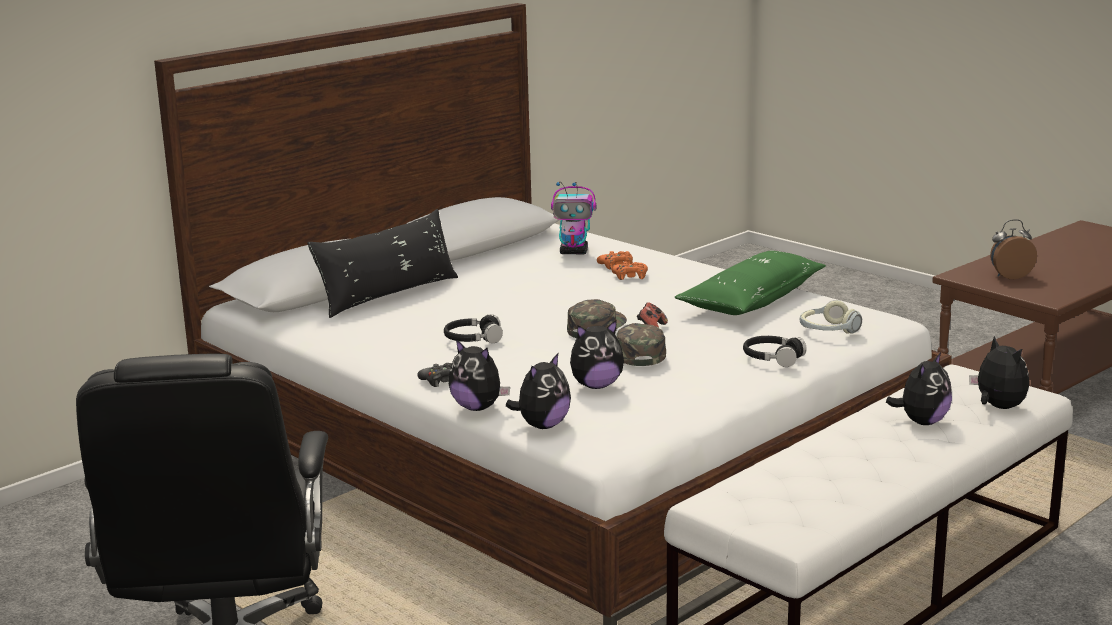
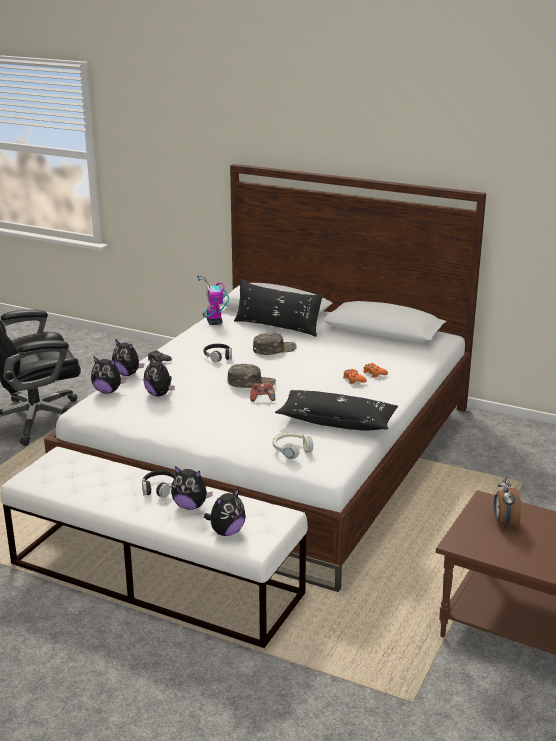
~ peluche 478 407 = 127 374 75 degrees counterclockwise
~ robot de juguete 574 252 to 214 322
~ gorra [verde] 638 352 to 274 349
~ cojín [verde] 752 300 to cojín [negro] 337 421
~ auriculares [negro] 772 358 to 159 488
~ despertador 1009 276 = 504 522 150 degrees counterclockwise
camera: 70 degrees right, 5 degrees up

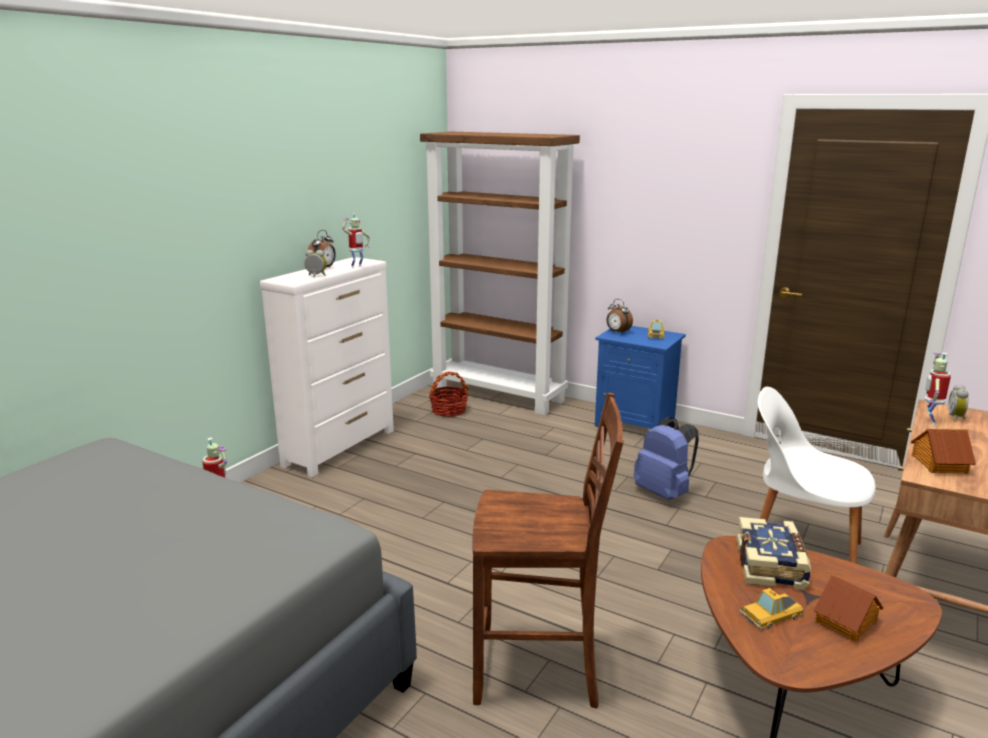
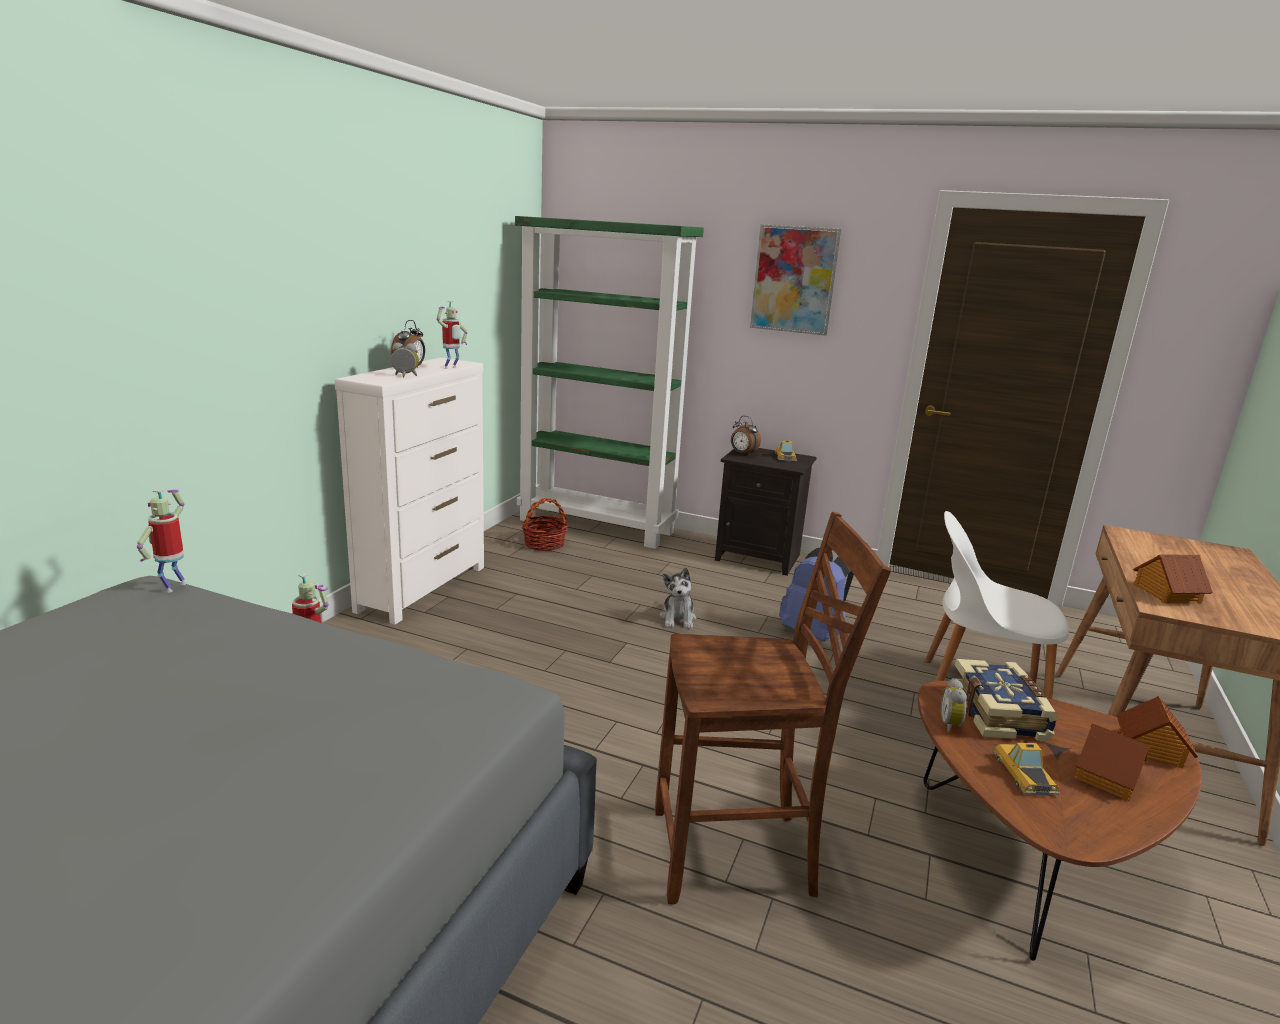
~ estantería [marrón] 499 395 to estantería [verde] 598 526
~ mesita de noche [azul] 636 424 to mesita de noche [negro] 759 557
~ coche de juguete 770 615 = 1023 773 120 degrees clockwise
~ robot de juguete 929 421 to 173 586
~ despertador 956 418 to 951 726
+ peluche 678 618
+ cuadro 794 280
+ casita 1150 749
camera: 10 degrees left, 0 degrees up

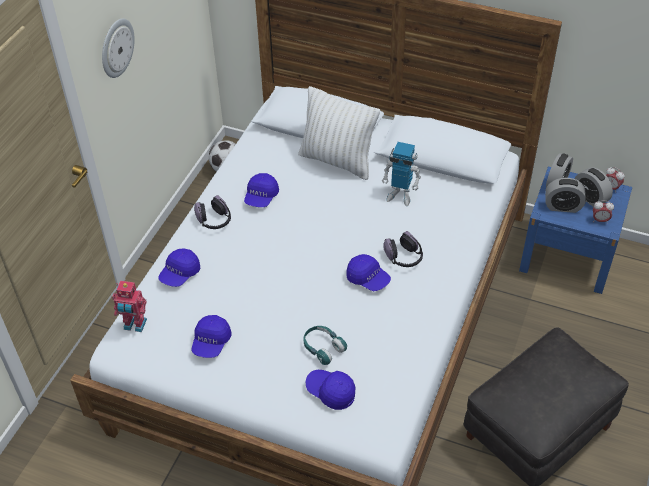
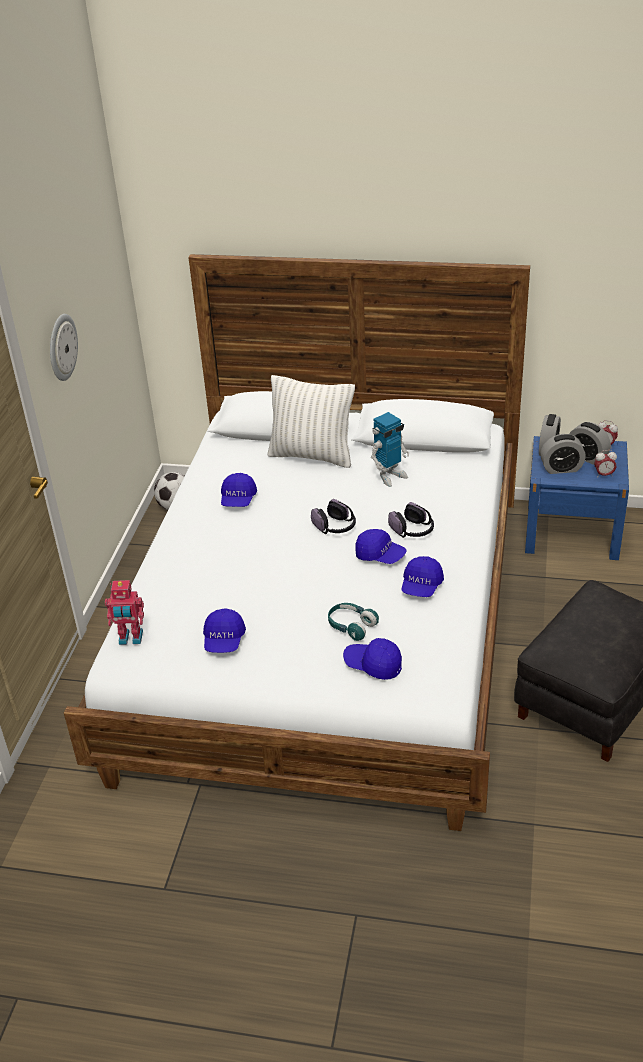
~ gorra [azul] 180 274 to 421 586
~ auriculares 214 221 to 335 527
~ robot de juguete 400 195 = 390 476 45 degrees counterclockwise
camera: 10 degrees left, 10 degrees down

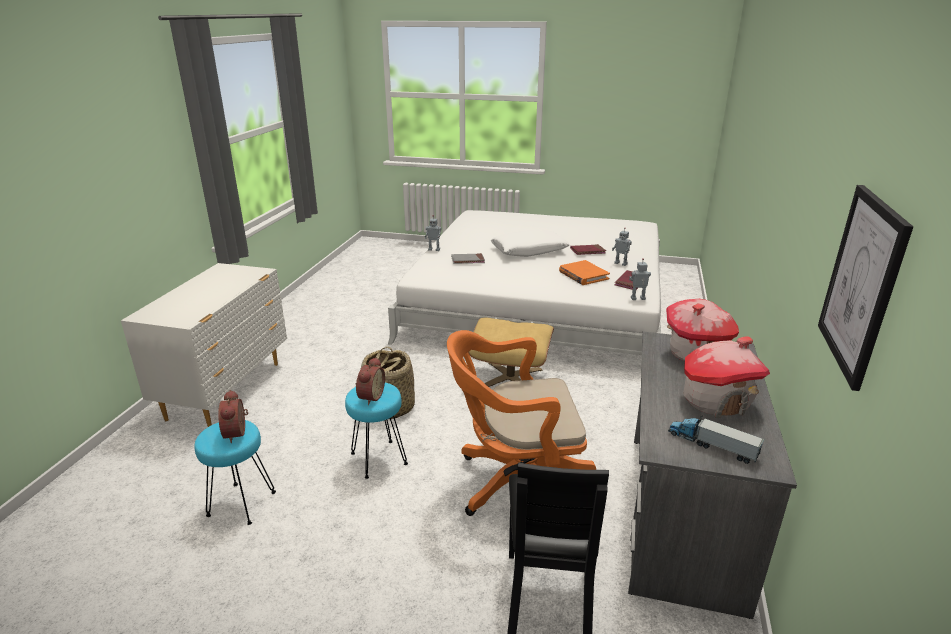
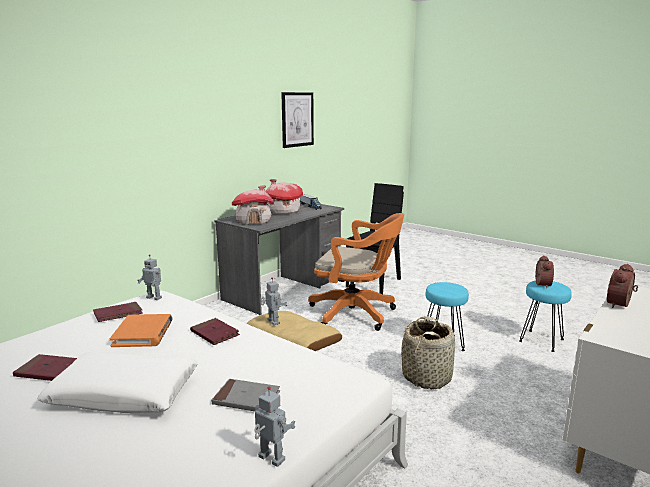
~ despertador 370 397 to 620 304
~ robot de juguete 621 263 to 272 322
+ libro [rojo] 214 334
camera: 155 degrees left, 10 degrees down

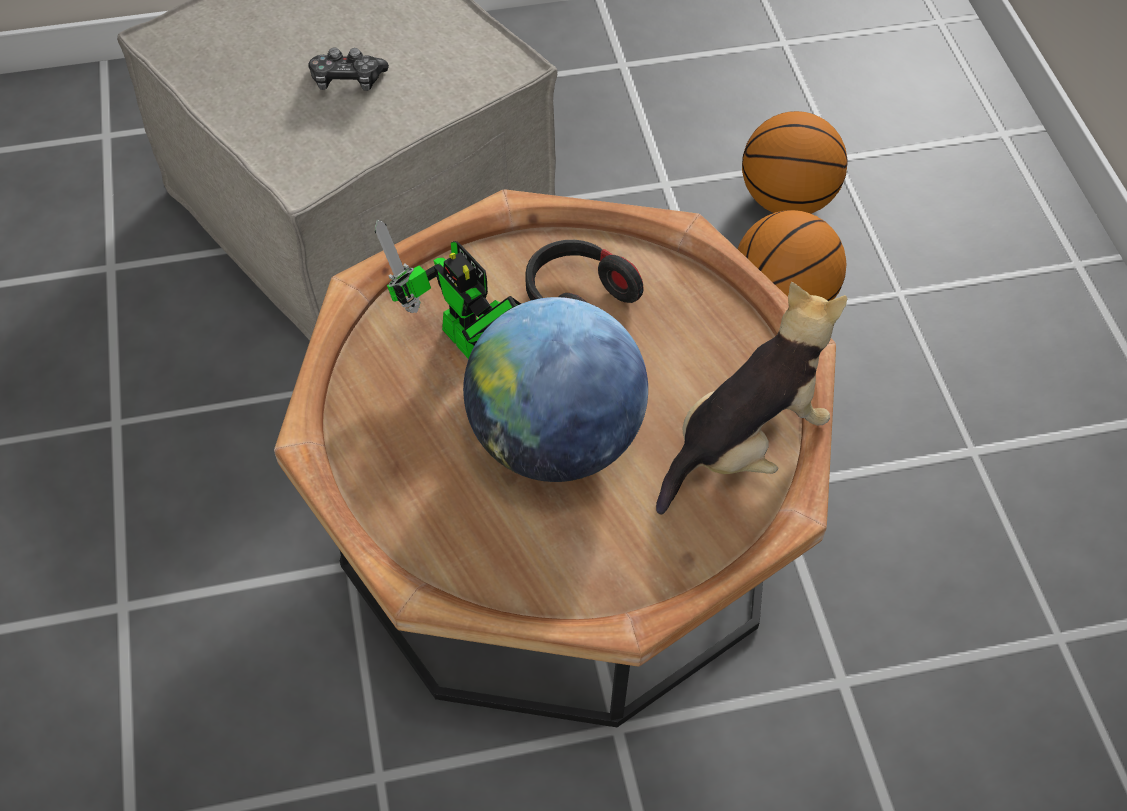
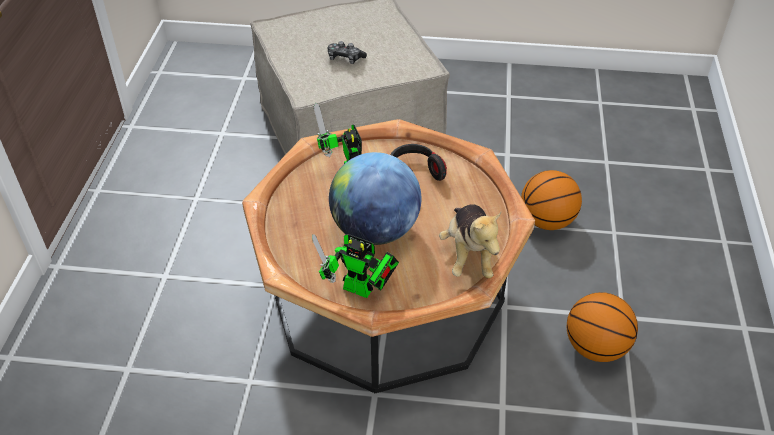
~ peluche 744 444 = 468 254 105 degrees clockwise
~ balón de baloncesto 787 201 to 595 348
+ robot de juguete 362 290
camera: 20 degrees right, 10 degrees down

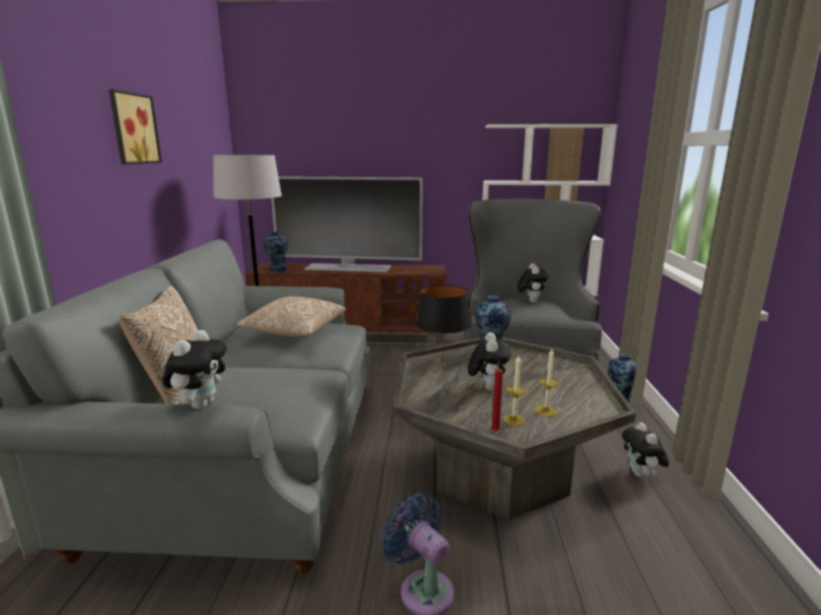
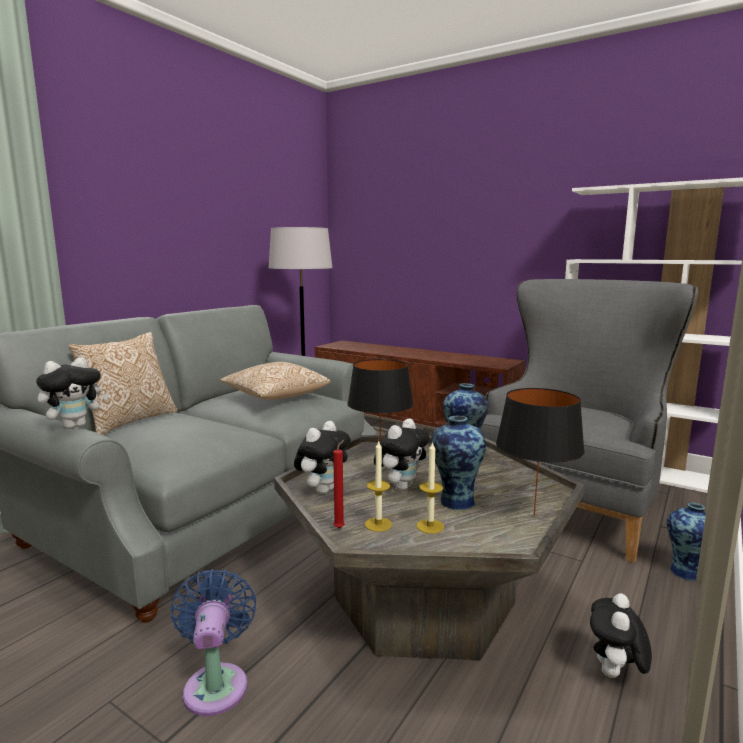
- cuadro 132 129
~ florero 277 270 to 455 501
- televisor 348 268
~ peluche 530 301 to 323 490
+ lámpara de mesa [negro] 534 517
camera: 30 degrees right, 5 degrees down

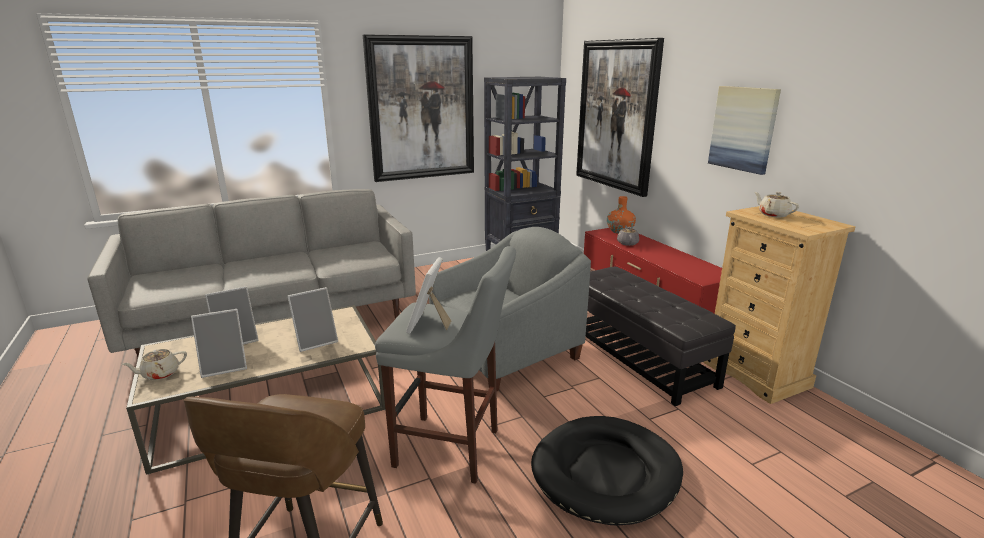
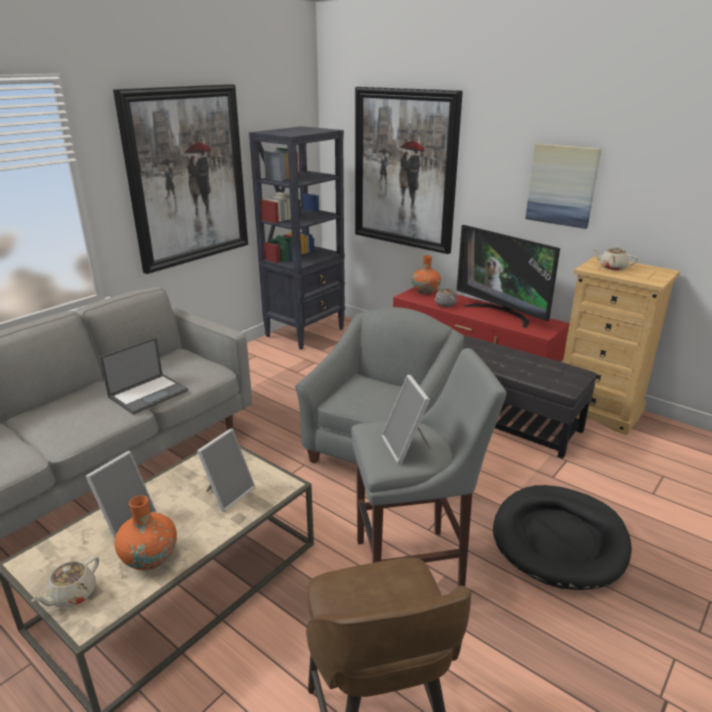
~ portarretratos 225 366 to florero [naranja] 150 558
+ portátil 149 393
+ televisor 502 313
camera: 25 degrees left, 5 degrees up

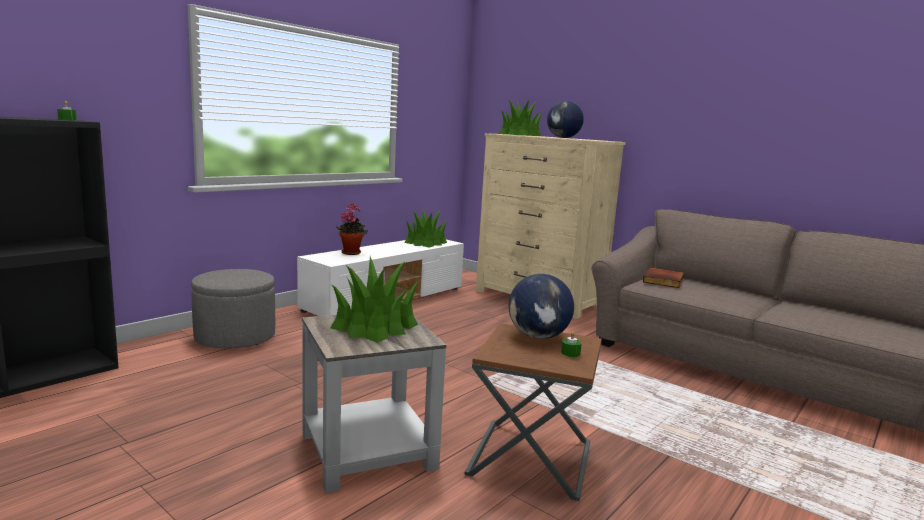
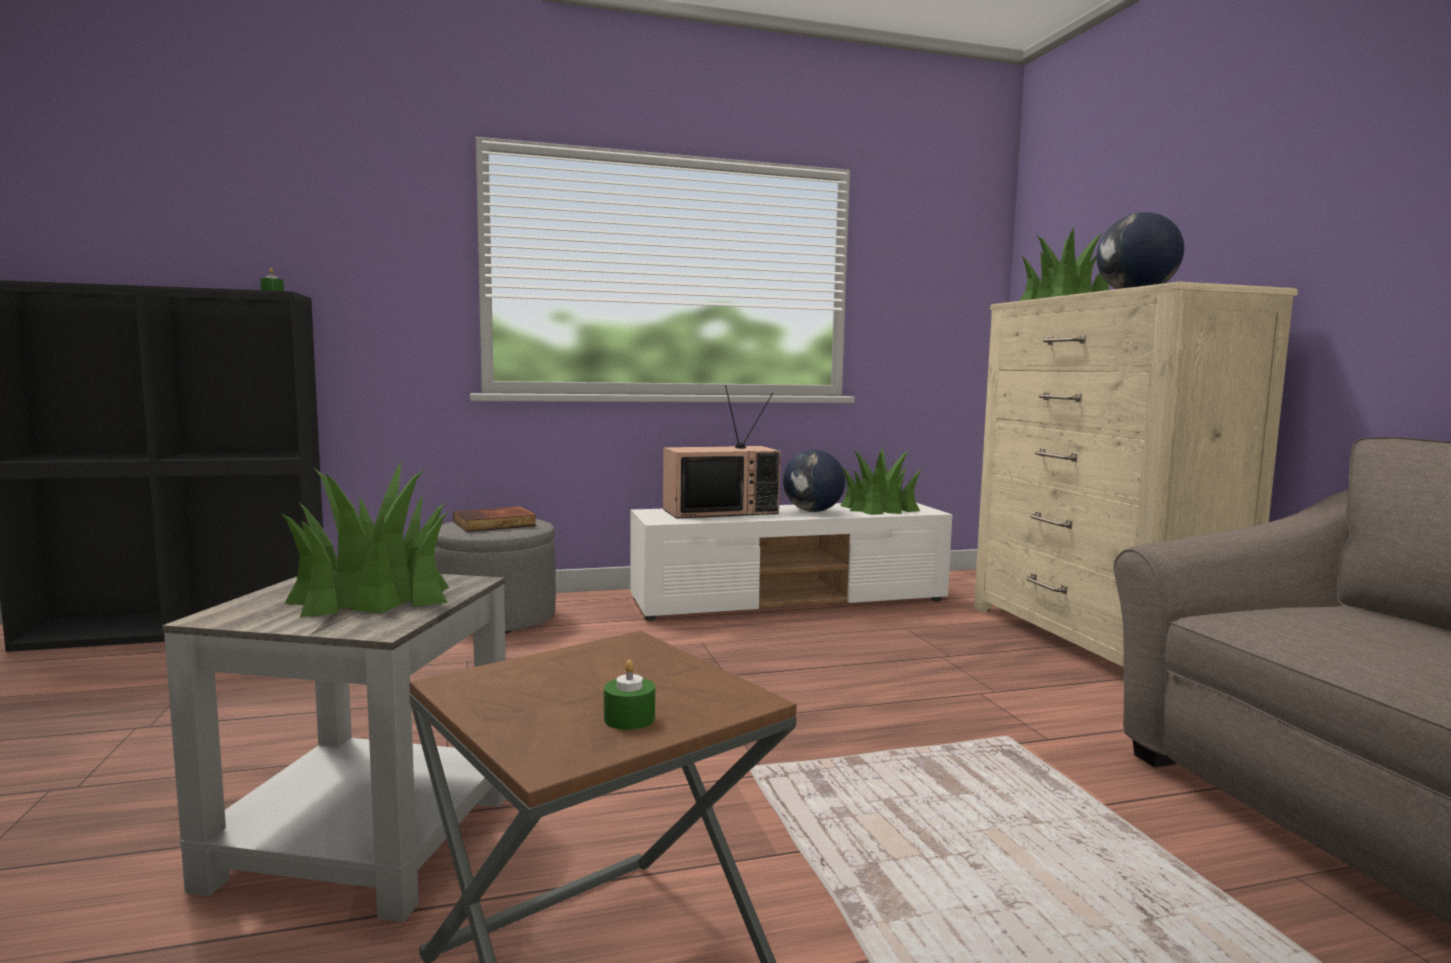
~ planta en maceta 351 252 to televisor 721 511
~ globo terráqueo 538 337 to 813 511
~ libro 664 281 to 494 524
camera: 35 degrees right, 5 degrees down

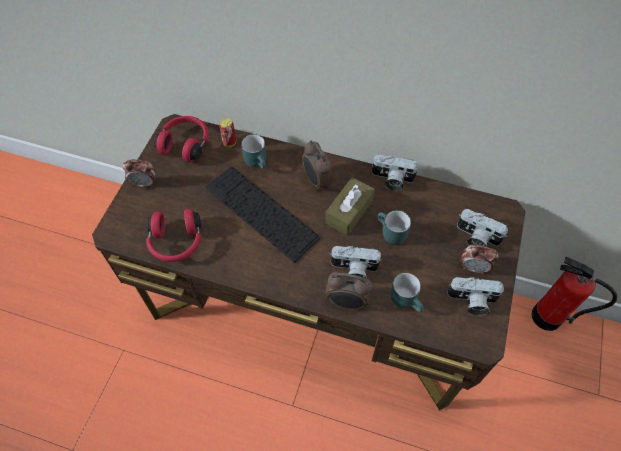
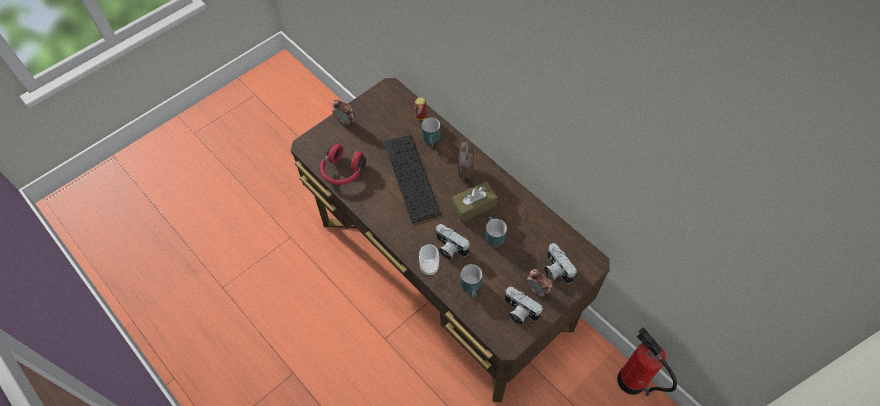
- auriculares [rojo] 186 144
~ despertador 346 302 to taza 429 267
- cámara 391 180
camera: 30 degrees right, 0 degrees up

